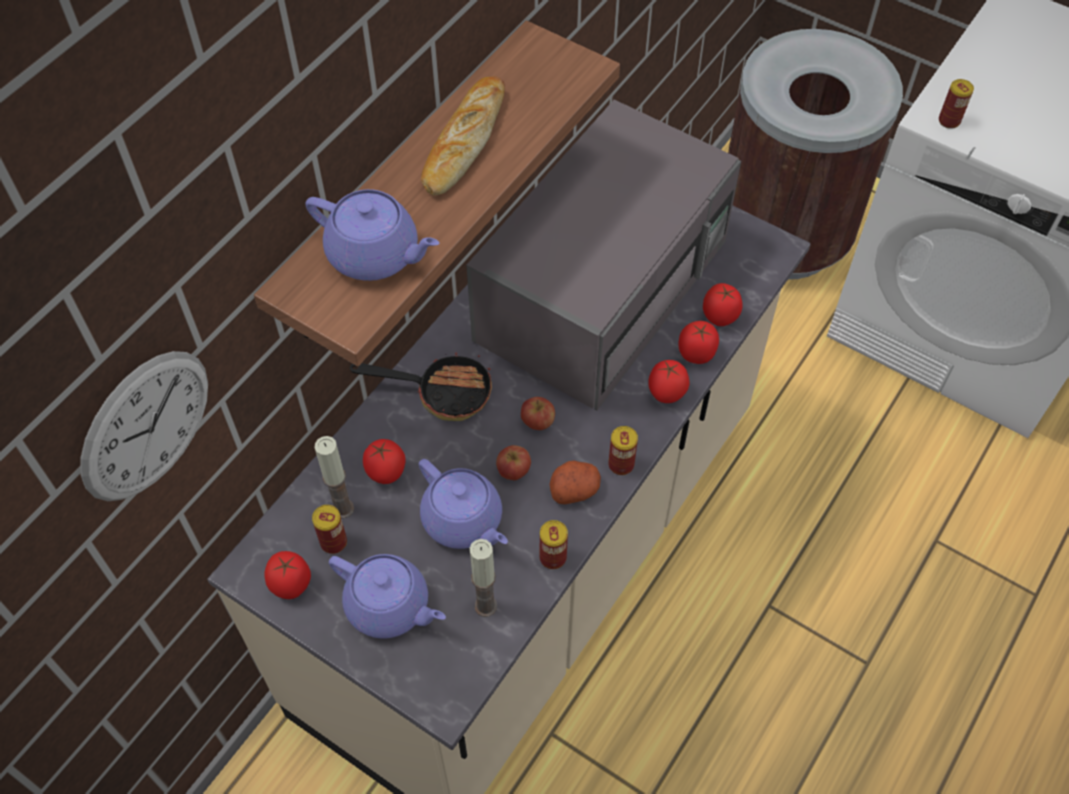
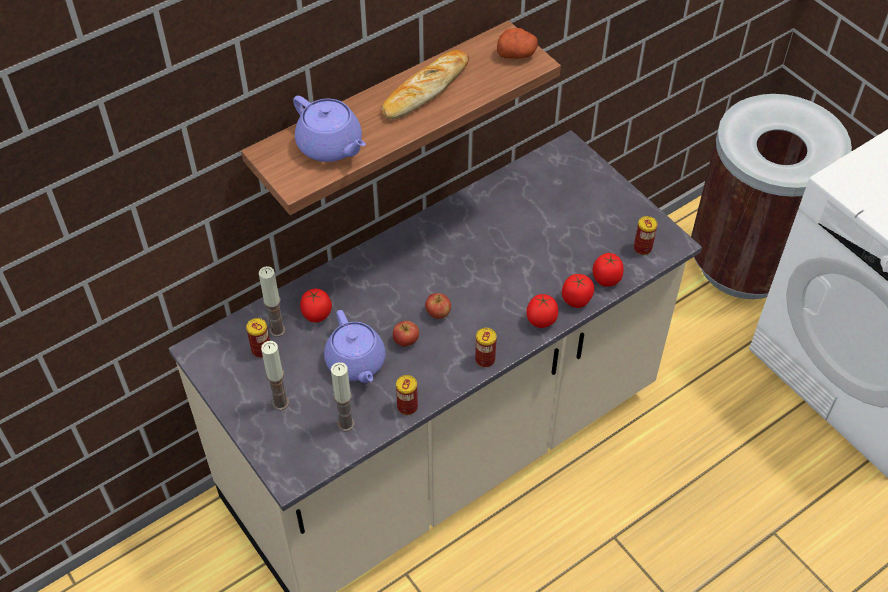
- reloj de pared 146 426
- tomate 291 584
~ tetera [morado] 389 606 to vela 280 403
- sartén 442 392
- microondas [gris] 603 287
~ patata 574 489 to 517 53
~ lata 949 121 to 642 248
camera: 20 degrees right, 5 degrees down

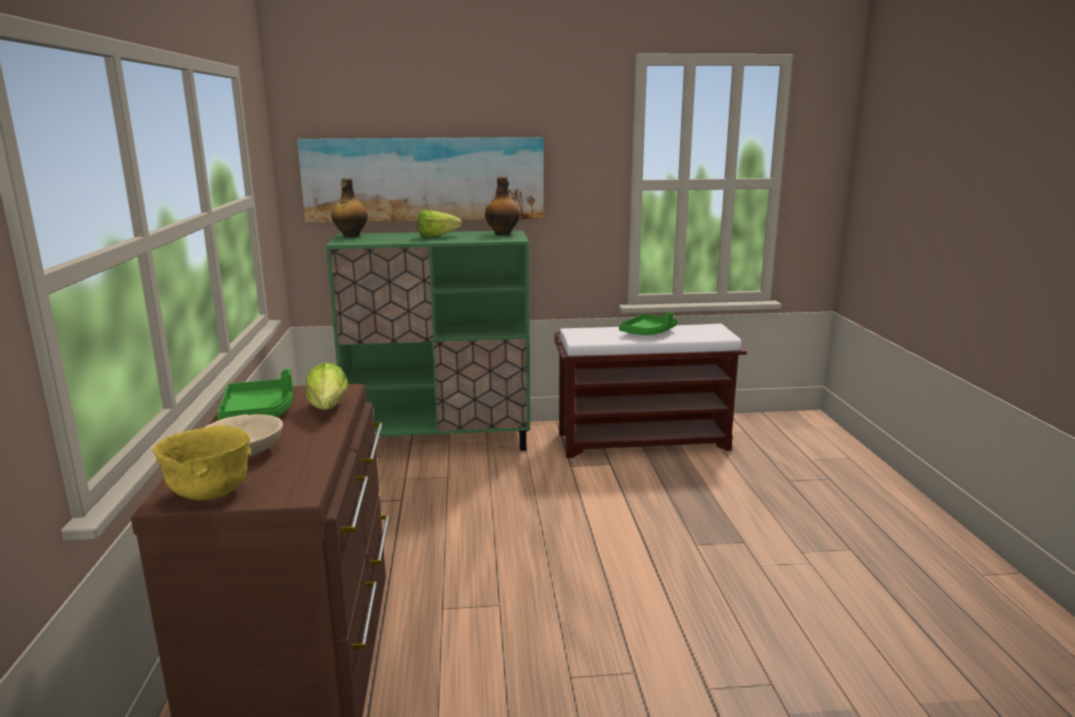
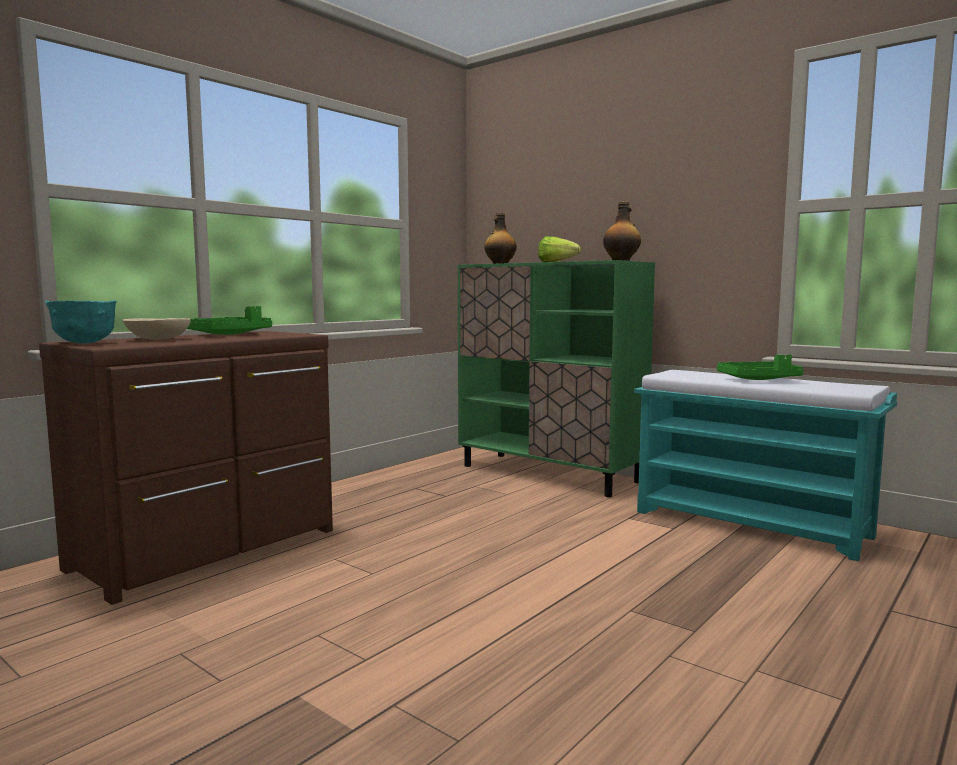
~ cuenco [amarillo] 210 494 to cuenco [turquesa] 84 343
- cuadro 424 179
- lechuga 326 411
~ banco [marrón] 644 441 to banco [turquesa] 752 524
camera: 45 degrees right, 10 degrees down

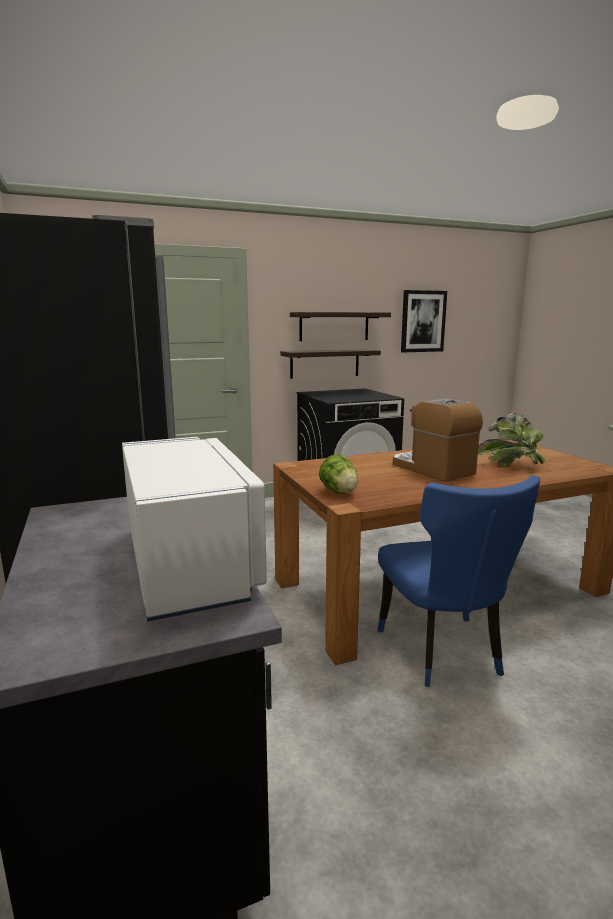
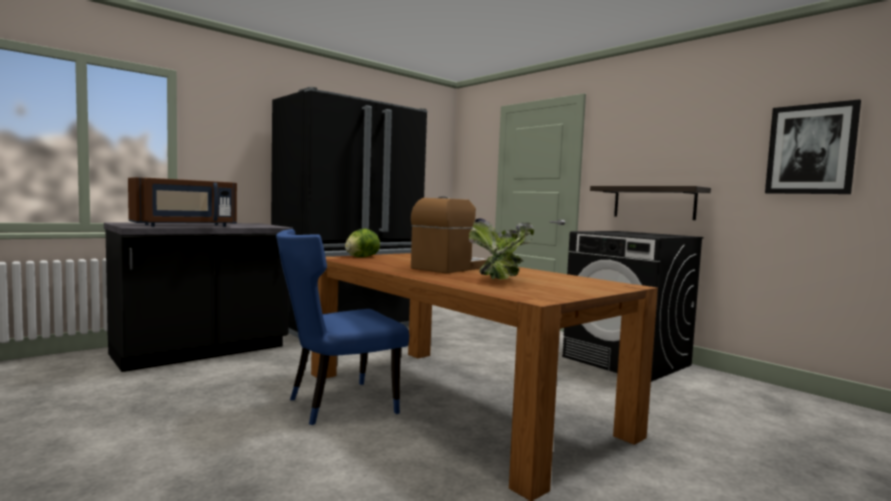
~ microondas [blanco] 190 563 to microondas [marrón] 185 226
- estante 334 326
camera: 70 degrees right, 10 degrees down

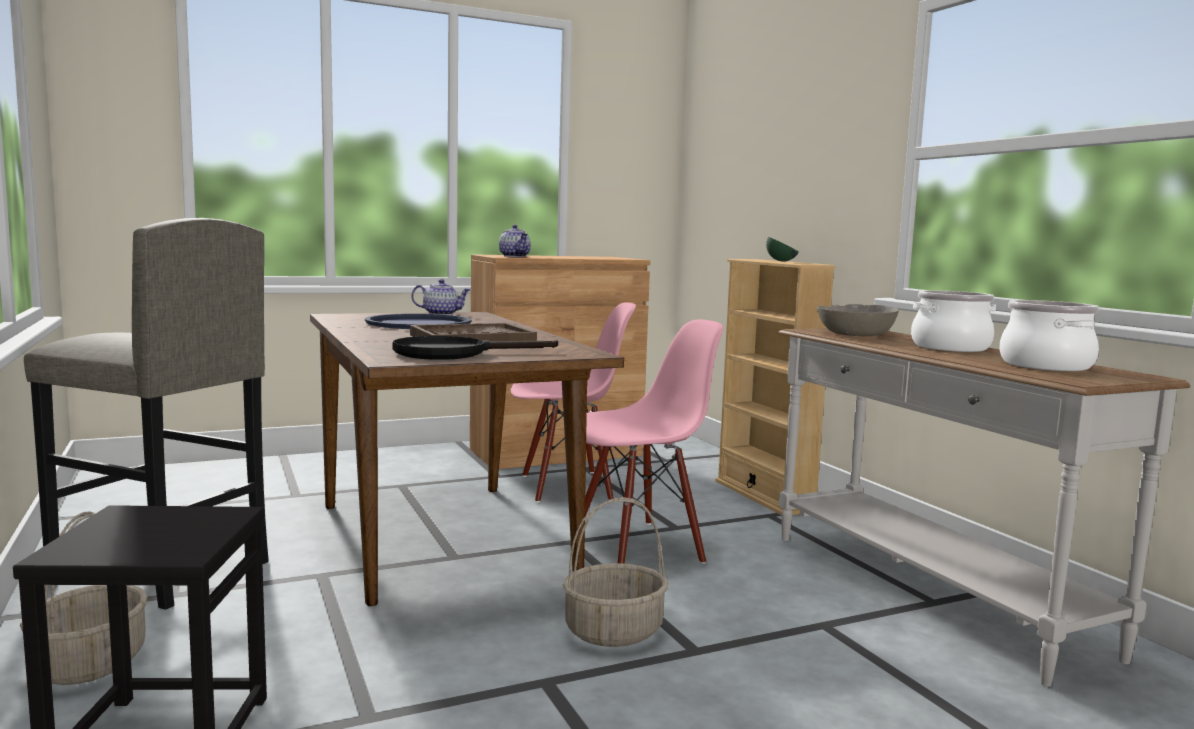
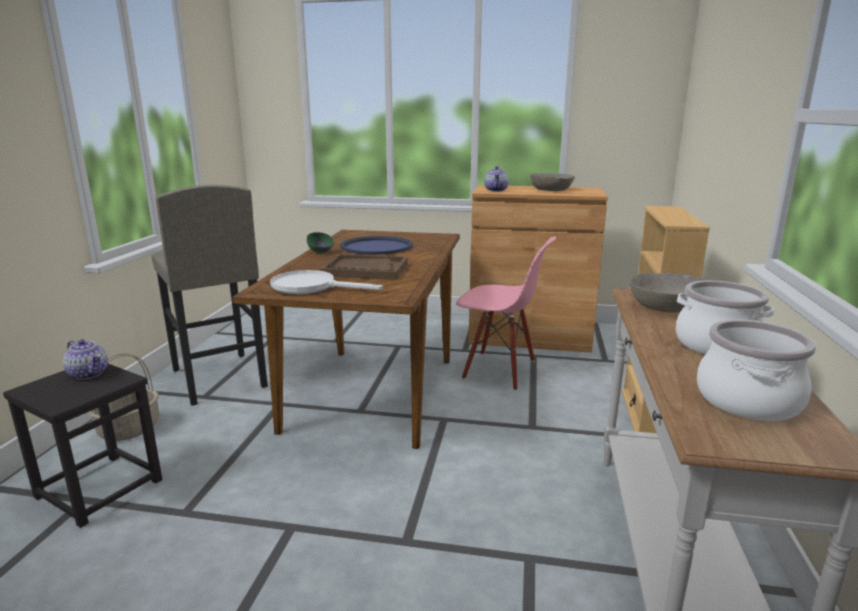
~ sartén [negro] 453 353 to sartén [blanco] 312 287
~ tetera 441 314 to 89 374
- cesta 613 632
- silla [rosa] 637 547
~ cuenco [verde] 781 261 to 321 252
+ cuenco [gris] 551 190
camera: 35 degrees right, 10 degrees up

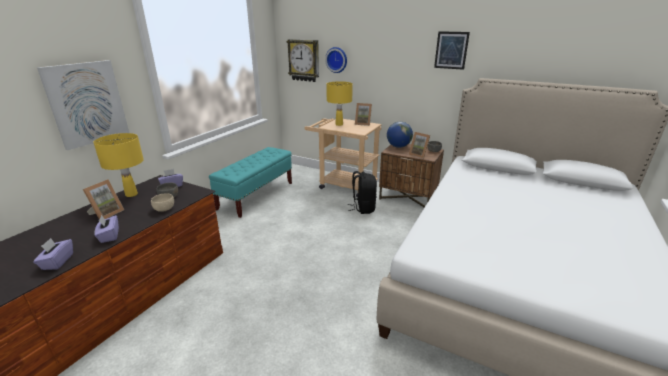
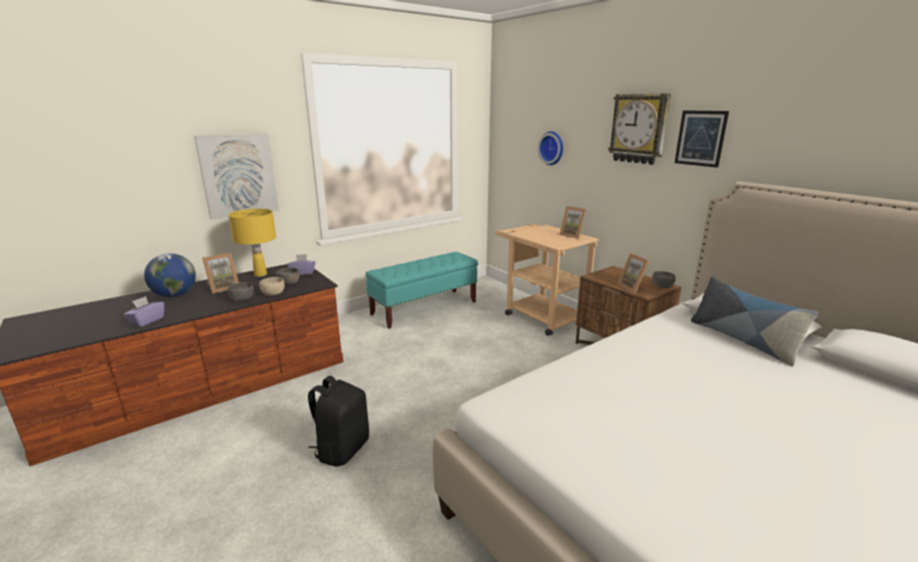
- caja de pañuelos [morado] 109 236
~ reloj de pared 304 60 to 639 129
- lámpara de mesa [amarillo] 339 124
~ mochila [negro] 363 208 to 342 449
~ globo terráqueo 398 146 to 175 295
+ cuenco [gris] 242 299
+ cojín 742 340
camera: 25 degrees right, 5 degrees down

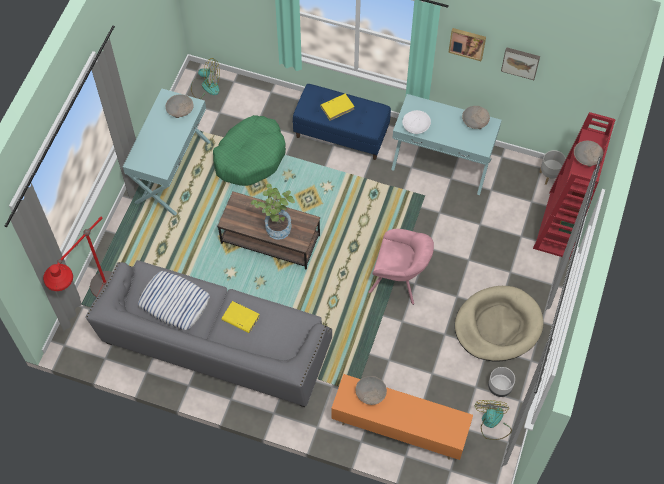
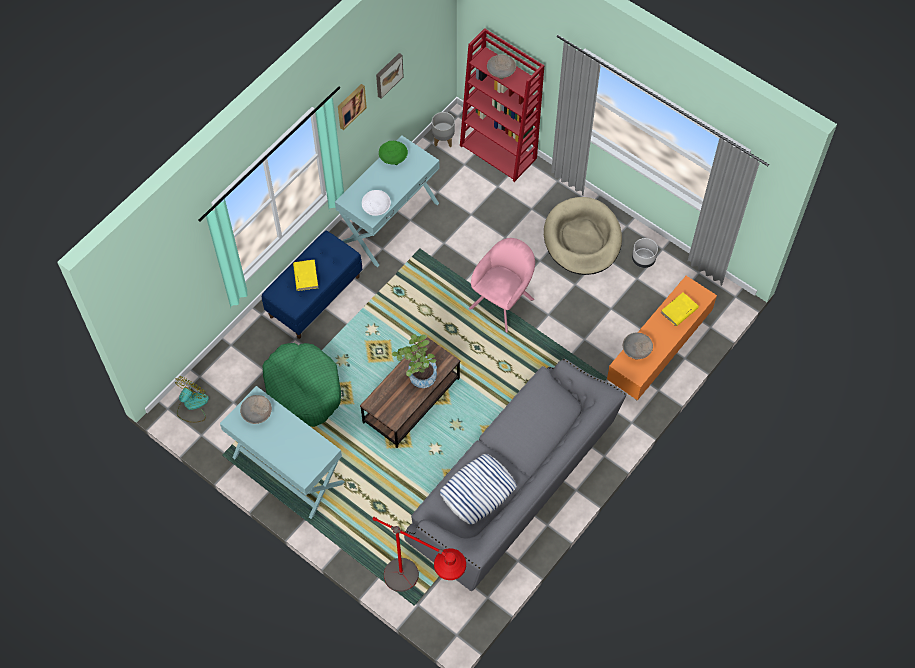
~ libro [amarillo] 240 318 to 679 311
~ cuenco [beis] 475 121 to cuenco [verde] 393 156
- ventilador 492 423
camera: 70 degrees left, 0 degrees up

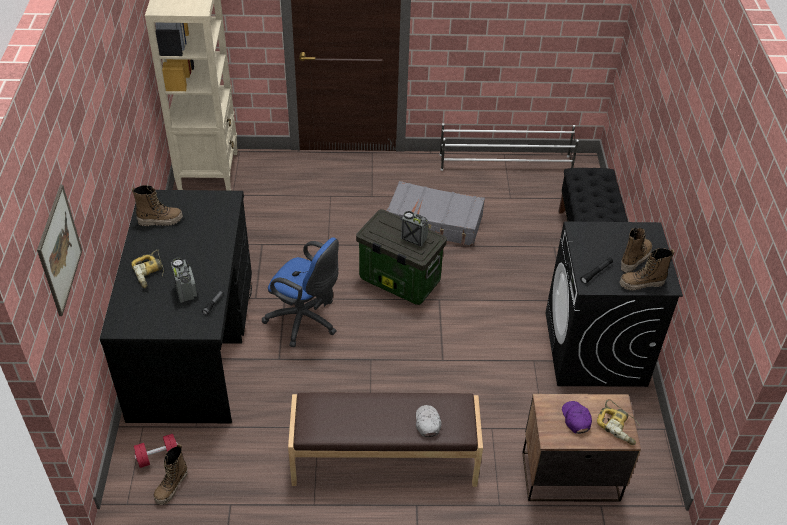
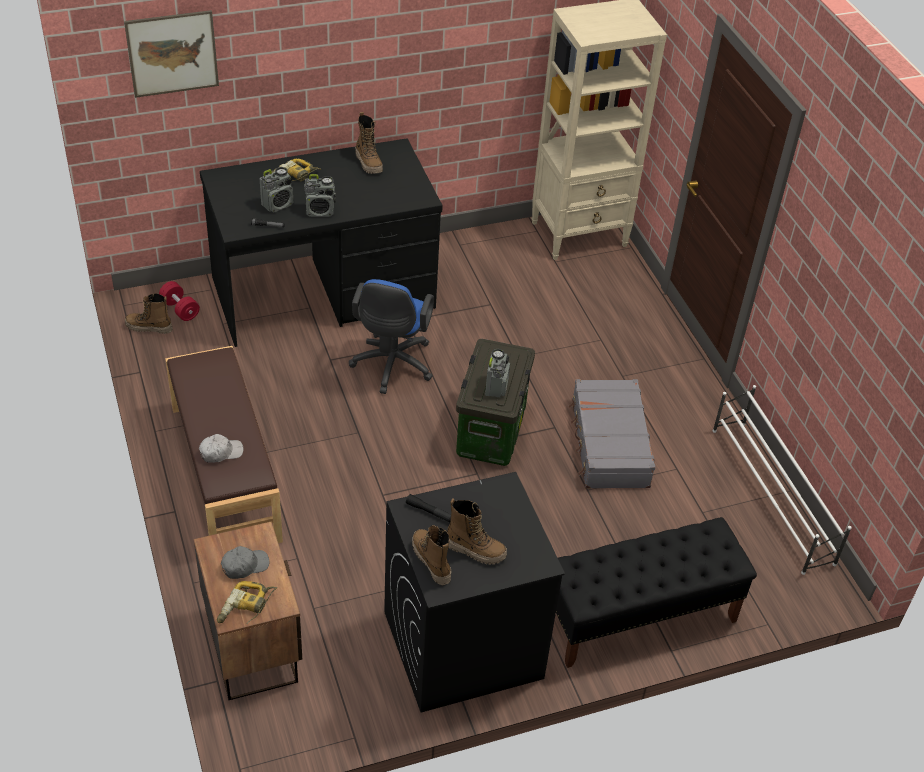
~ gorra [morado] 576 419 to gorra [gris] 244 565
+ radio 320 211
camera: 70 degrees right, 0 degrees up

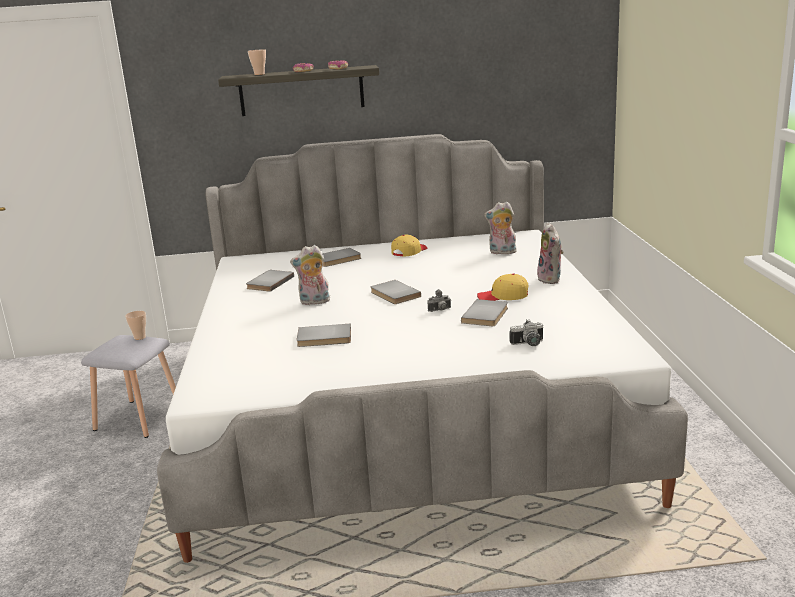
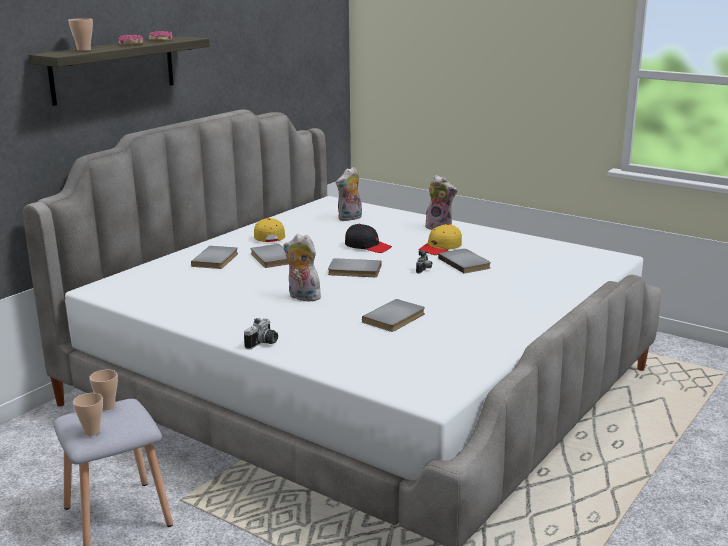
~ libro [gris] 269 282 to 270 258
~ peluche 314 302 = 302 297 90 degrees clockwise
~ cámara 528 344 to 263 343
+ taza 92 431
+ gorra [negro] 367 246
camera: 50 degrees left, 0 degrees up

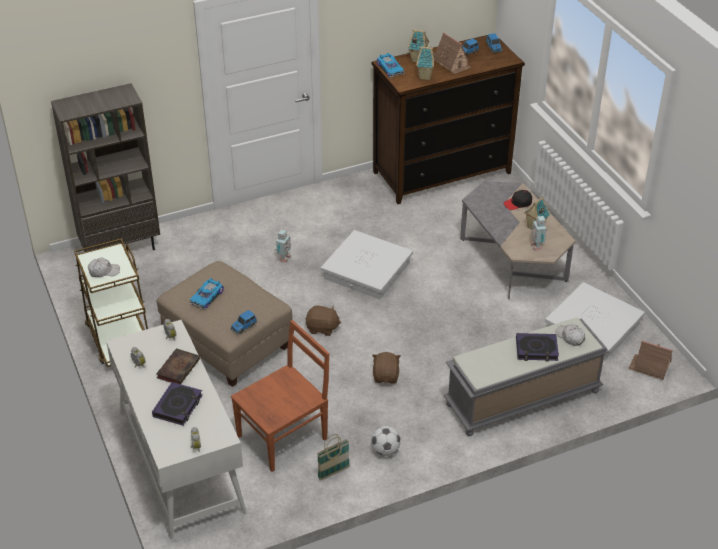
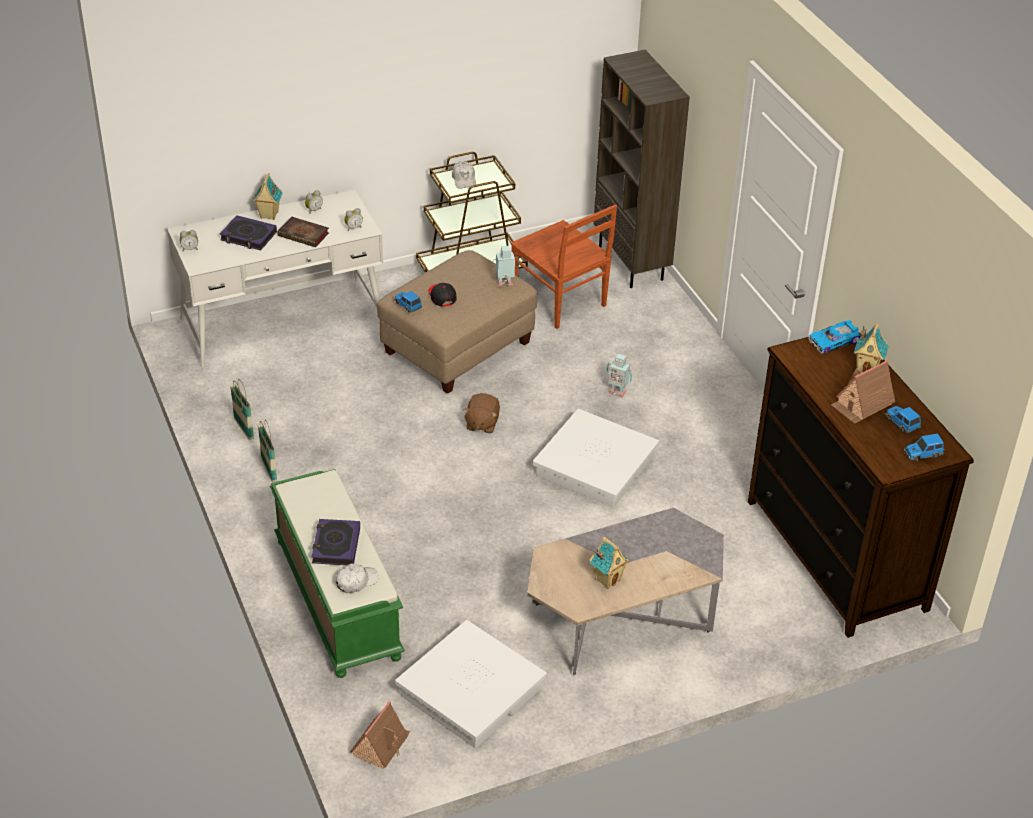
- coche de juguete 207 297
~ silla [marrón] 284 436 to 560 301
~ balón de fútbol 385 450 to cesta 269 470
- peluche [marrón] 386 376
~ casita 425 77 to 269 215
~ banco [gris] 522 399 to banco [verde] 335 598
~ gorra [negro] 518 203 to 441 296
~ robot de juguete 537 246 to 505 284
camera: 90 degrees right, 0 degrees up

